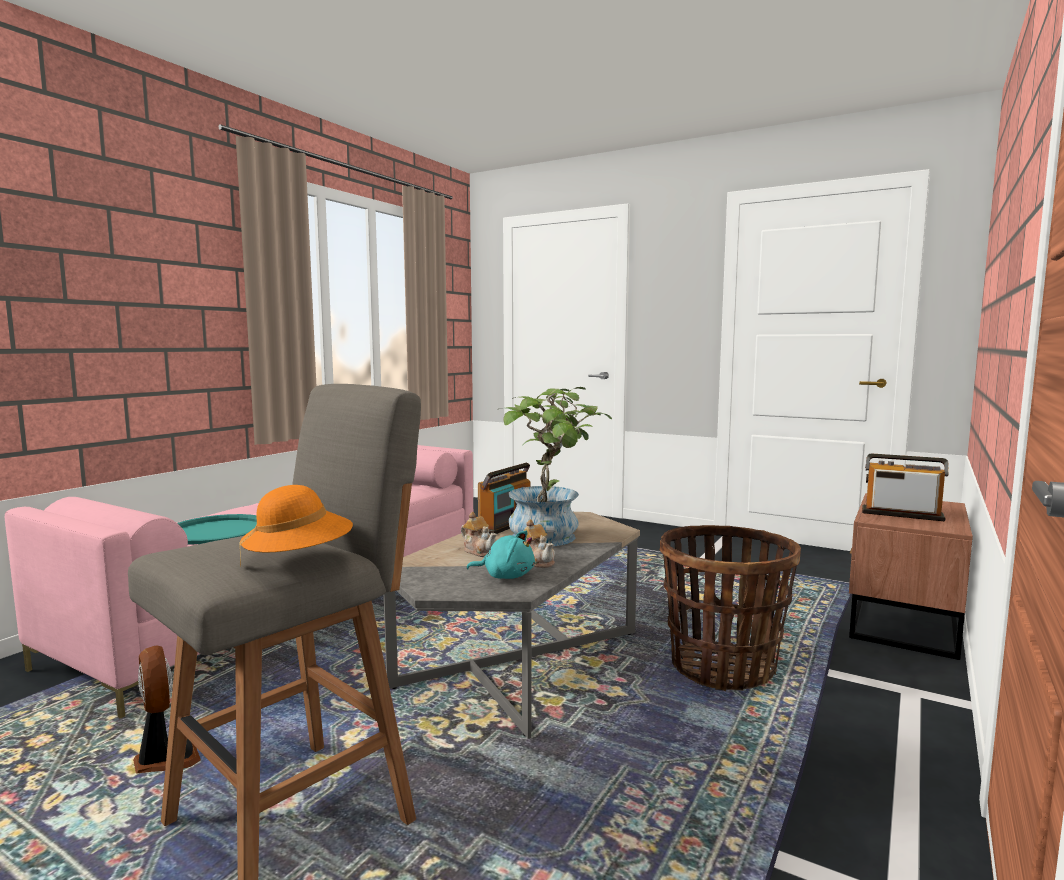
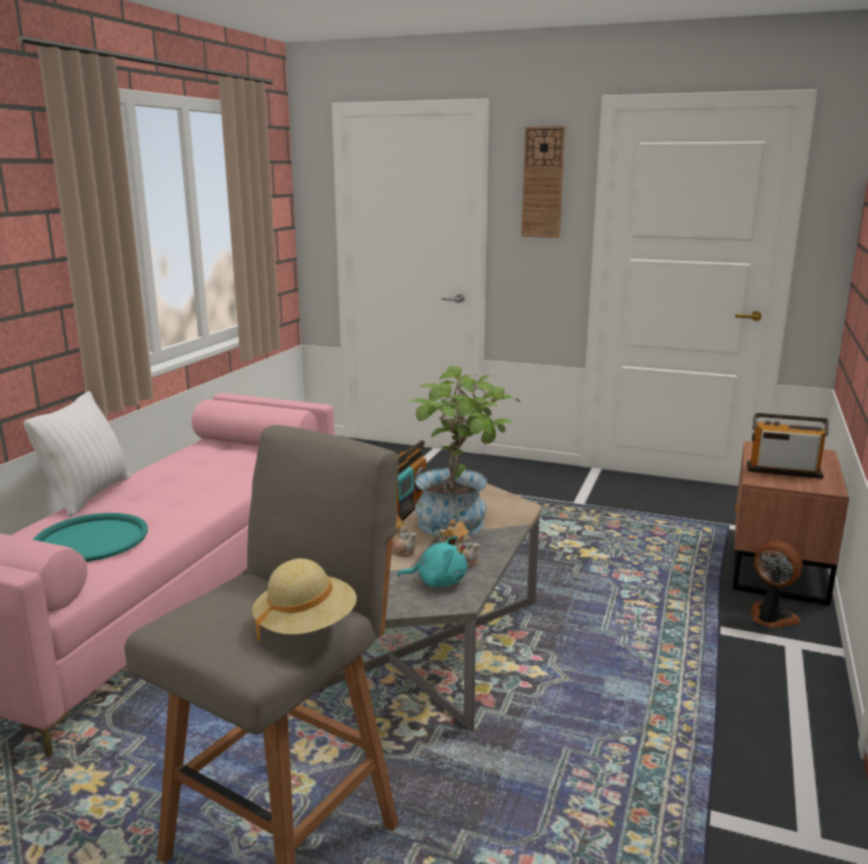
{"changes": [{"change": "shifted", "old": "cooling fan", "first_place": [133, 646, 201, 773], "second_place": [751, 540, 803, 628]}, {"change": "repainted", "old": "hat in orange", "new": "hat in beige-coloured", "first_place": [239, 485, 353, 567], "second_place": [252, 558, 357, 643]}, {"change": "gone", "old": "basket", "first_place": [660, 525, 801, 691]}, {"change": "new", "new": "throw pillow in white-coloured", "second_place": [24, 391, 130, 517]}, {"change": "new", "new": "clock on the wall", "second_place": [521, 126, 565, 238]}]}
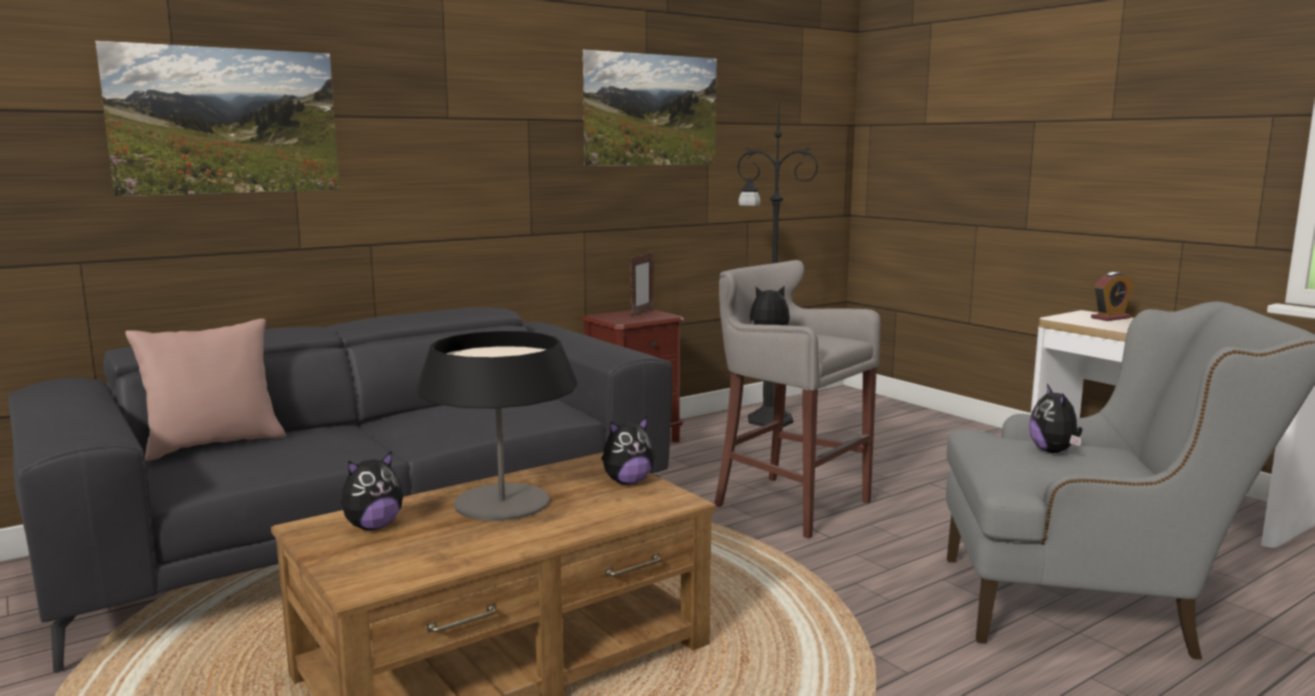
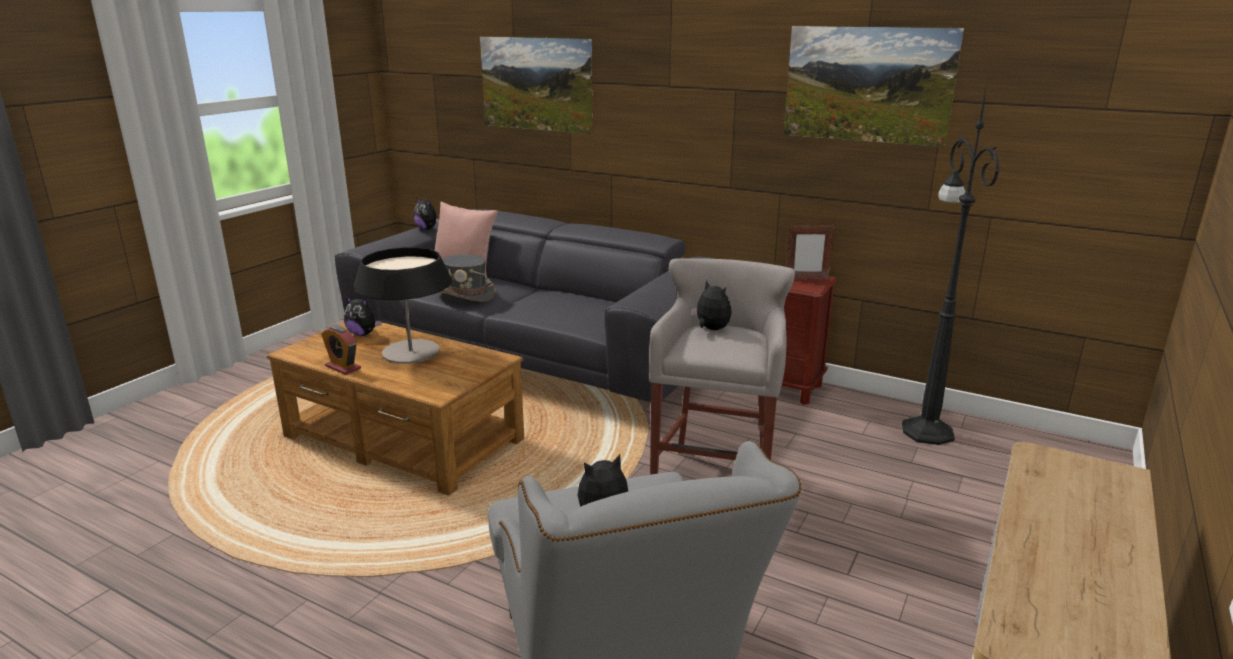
{"changes": [{"change": "shifted", "old": "soft toy", "first_place": [601, 417, 655, 485], "second_place": [413, 198, 439, 230]}, {"change": "shifted", "old": "bedside clock", "first_place": [1091, 272, 1134, 321], "second_place": [321, 325, 361, 375]}, {"change": "new", "new": "hat in grey", "second_place": [440, 254, 495, 302]}]}
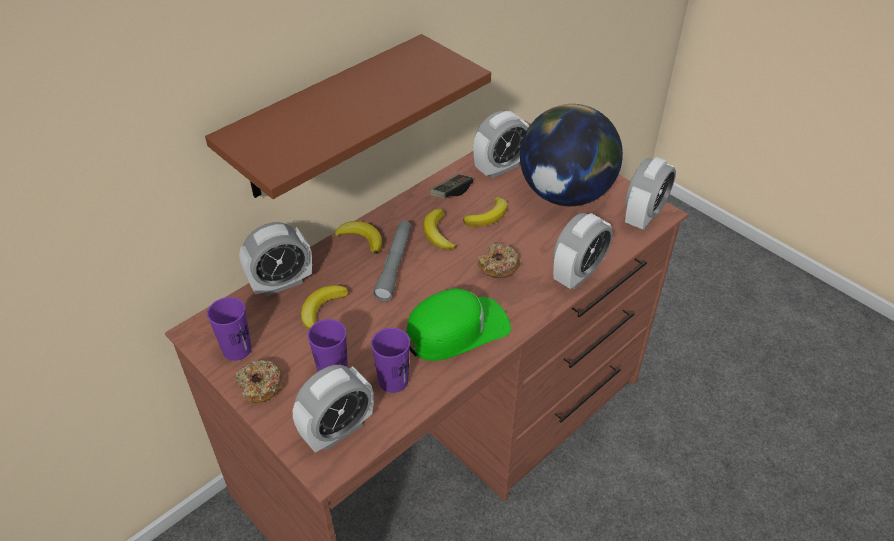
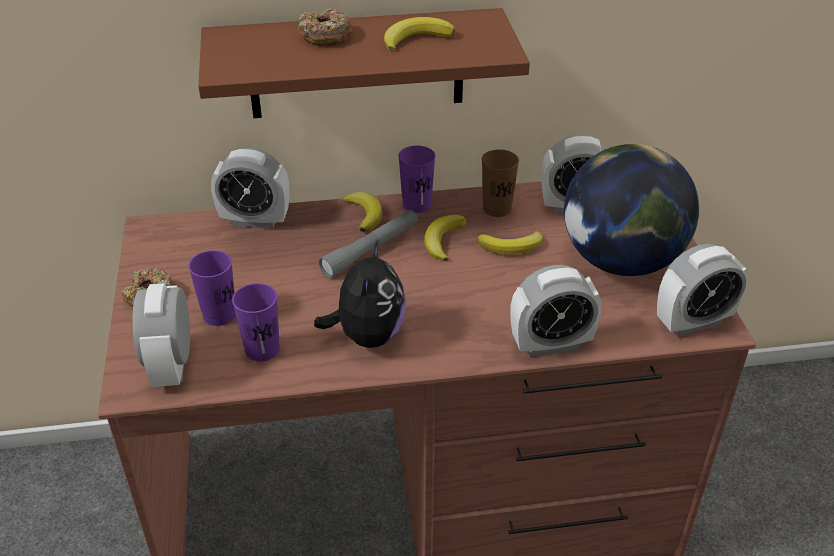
{"changes": [{"change": "shifted", "old": "drinking cup in purple-coloured", "first_place": [207, 297, 252, 361], "second_place": [398, 146, 435, 213]}, {"change": "rotated", "old": "bedside clock", "first_place": [293, 365, 373, 453], "second_place": [133, 283, 190, 387], "degrees": 90}, {"change": "shifted", "old": "banana fruit", "first_place": [301, 285, 349, 329], "second_place": [384, 17, 455, 52]}, {"change": "swapped", "old": "peaked cap in green-coloured", "new": "soft toy", "first_place": [406, 288, 511, 361], "second_place": [314, 240, 405, 348]}, {"change": "swapped", "old": "gamepad", "new": "drinking cup in brownish", "first_place": [430, 174, 473, 198], "second_place": [482, 149, 519, 217]}, {"change": "shifted", "old": "doughnut", "first_place": [477, 243, 520, 278], "second_place": [298, 8, 352, 46]}]}
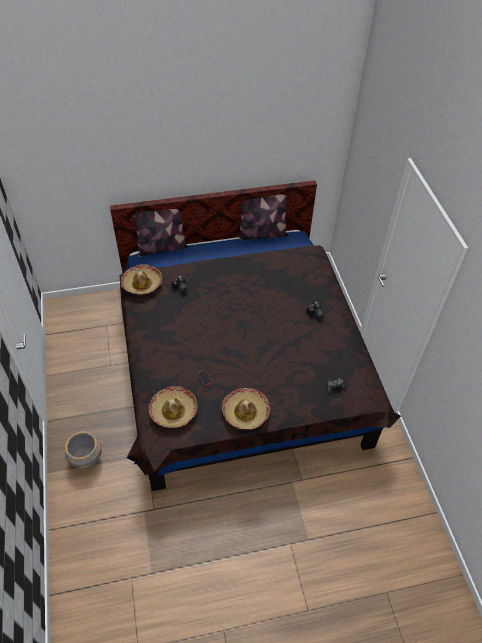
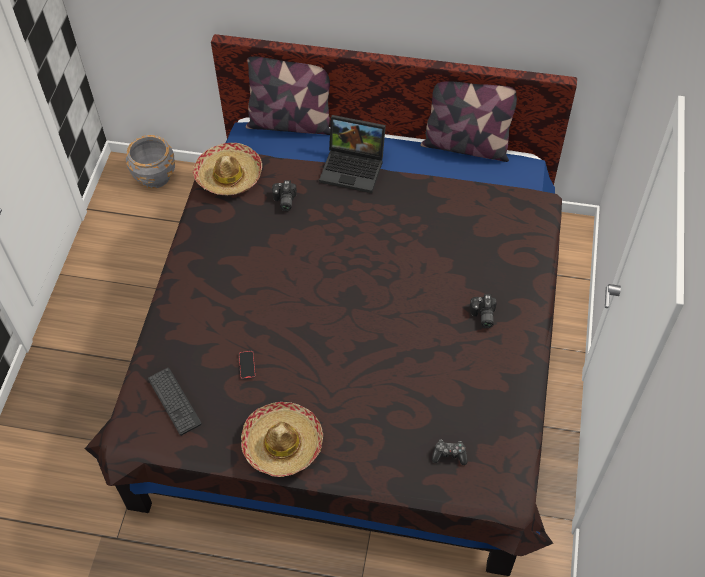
{"changes": [{"change": "shifted", "old": "flower pot in grey", "first_place": [64, 431, 102, 469], "second_place": [126, 135, 175, 188]}, {"change": "swapped", "old": "hat", "new": "keyboard", "first_place": [149, 386, 197, 428], "second_place": [148, 368, 202, 436]}, {"change": "new", "new": "notebook computer", "second_place": [319, 115, 386, 193]}]}
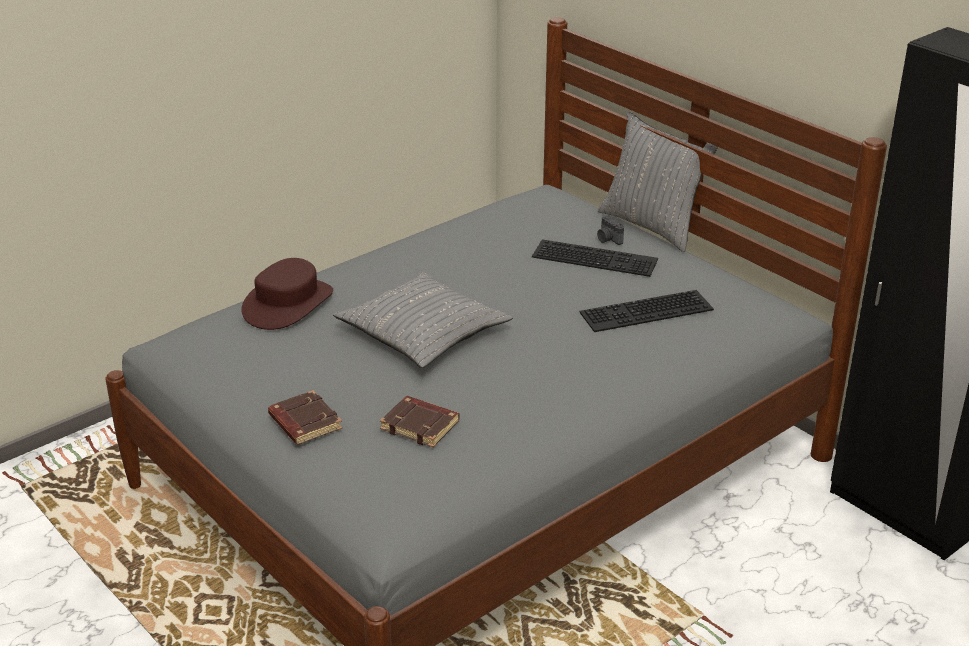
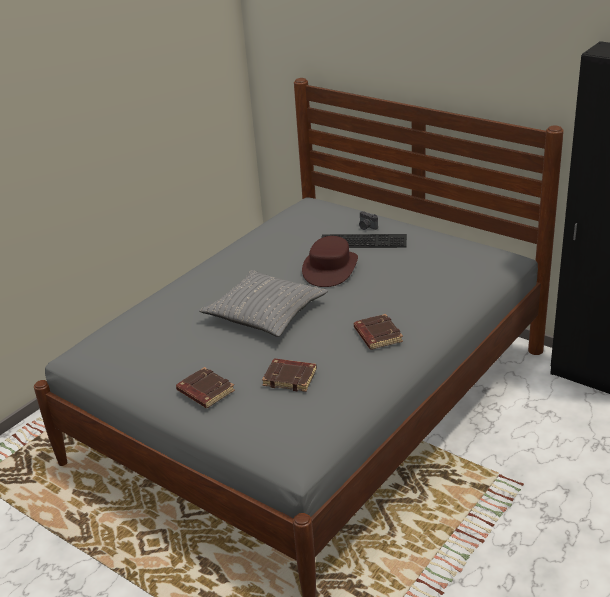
{"changes": [{"change": "shifted", "old": "hat in brownish", "first_place": [241, 258, 333, 330], "second_place": [302, 236, 358, 287]}, {"change": "gone", "old": "keyboard", "first_place": [579, 290, 714, 332]}, {"change": "gone", "old": "throw pillow in grey", "first_place": [598, 112, 718, 252]}, {"change": "new", "new": "book in brownish", "second_place": [354, 314, 403, 350]}]}
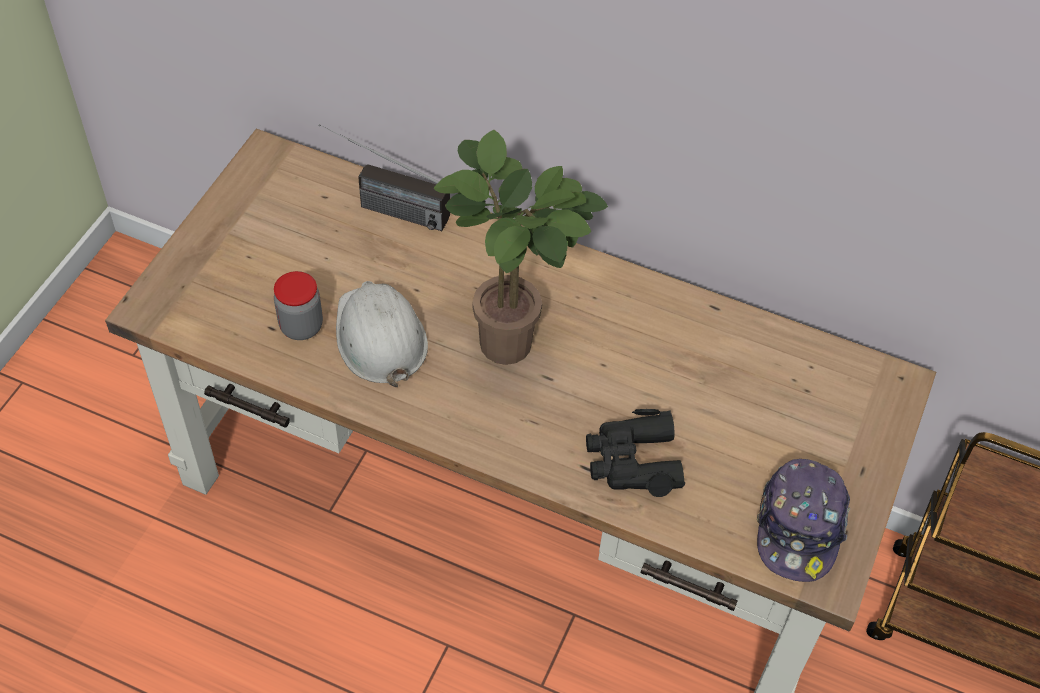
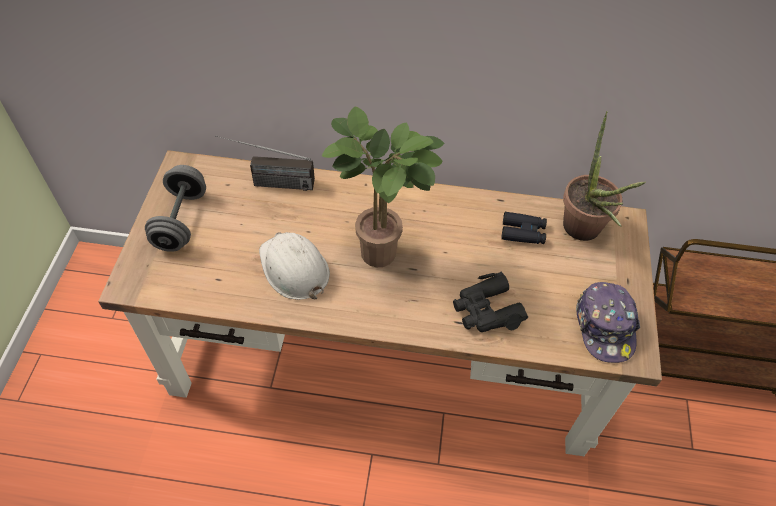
{"changes": [{"change": "gone", "old": "jar", "first_place": [274, 271, 323, 340]}, {"change": "new", "new": "free weight in grey", "second_place": [145, 165, 206, 252]}, {"change": "new", "new": "pair of binoculars in black", "second_place": [501, 212, 547, 244]}, {"change": "new", "new": "potted plant", "second_place": [563, 111, 646, 241]}]}
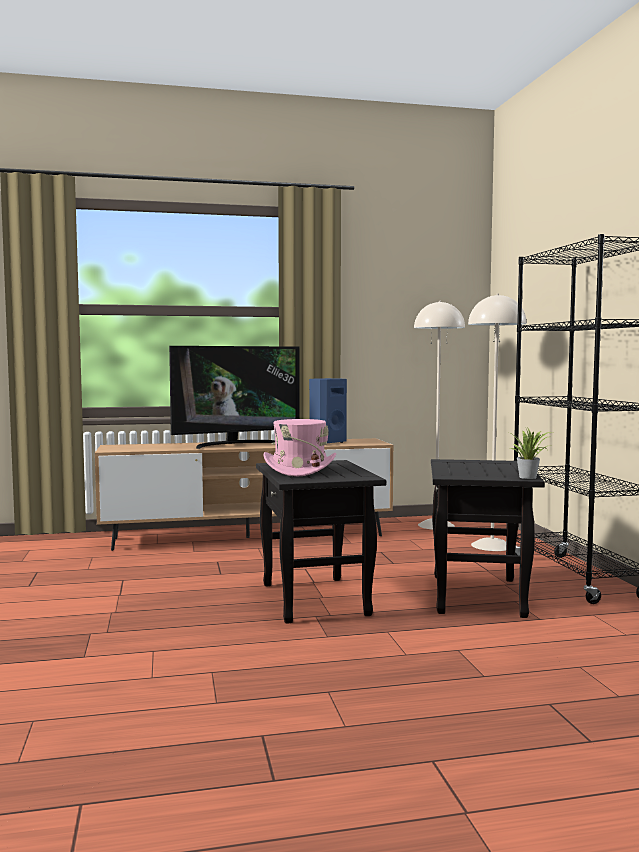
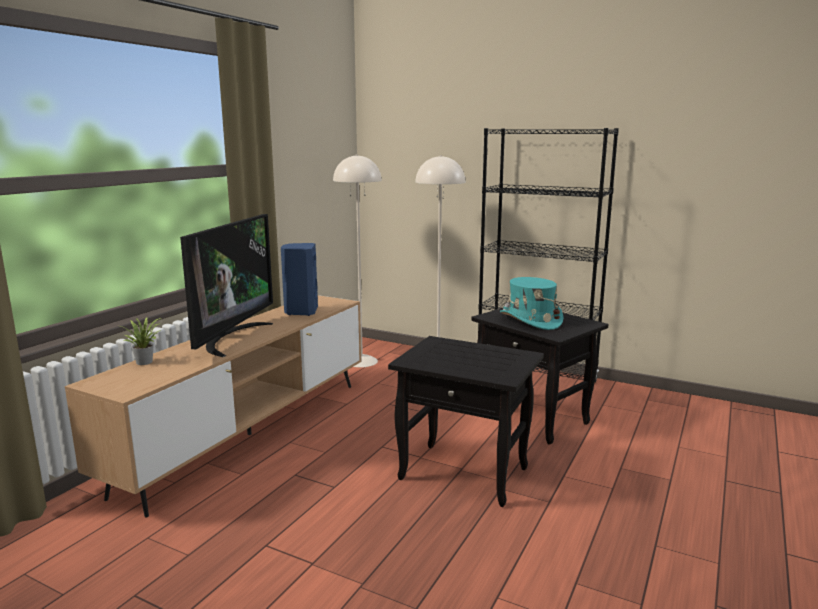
{"changes": [{"change": "gone", "old": "hat in pinkish", "first_place": [263, 419, 336, 477]}, {"change": "shifted", "old": "potted plant", "first_place": [509, 427, 551, 479], "second_place": [121, 318, 161, 365]}, {"change": "new", "new": "hat in blue-green", "second_place": [500, 277, 563, 330]}]}
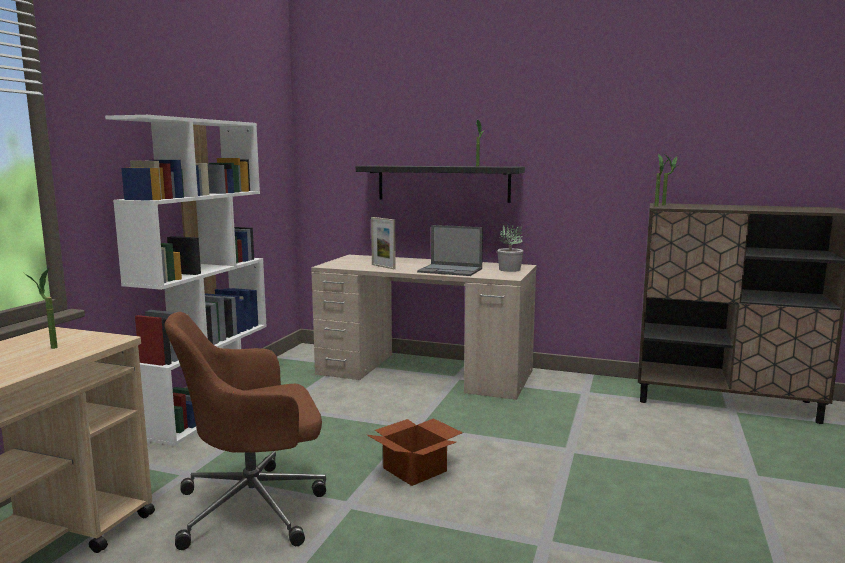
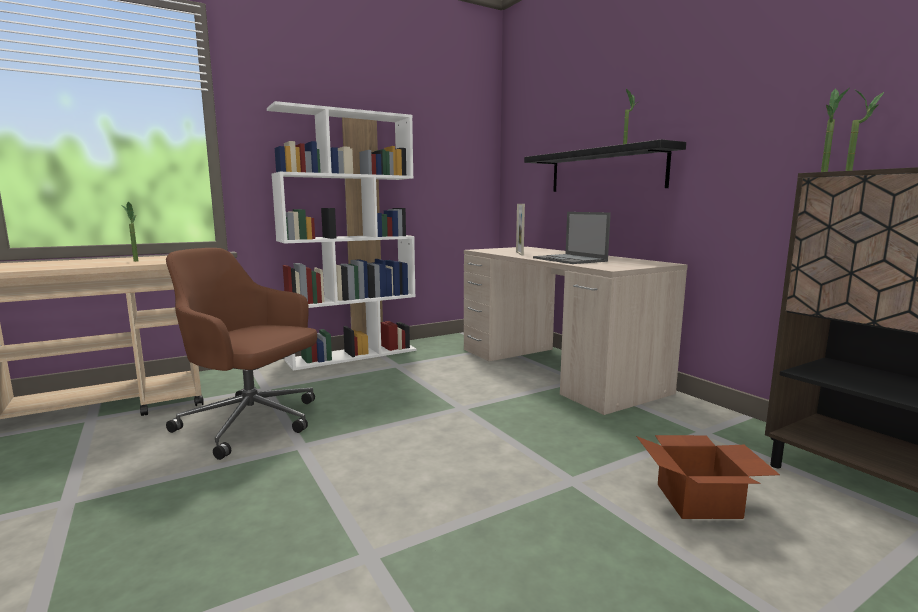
{"changes": [{"change": "shifted", "old": "carton", "first_place": [367, 418, 463, 486], "second_place": [636, 435, 780, 519]}, {"change": "gone", "old": "potted plant", "first_place": [497, 224, 523, 272]}]}
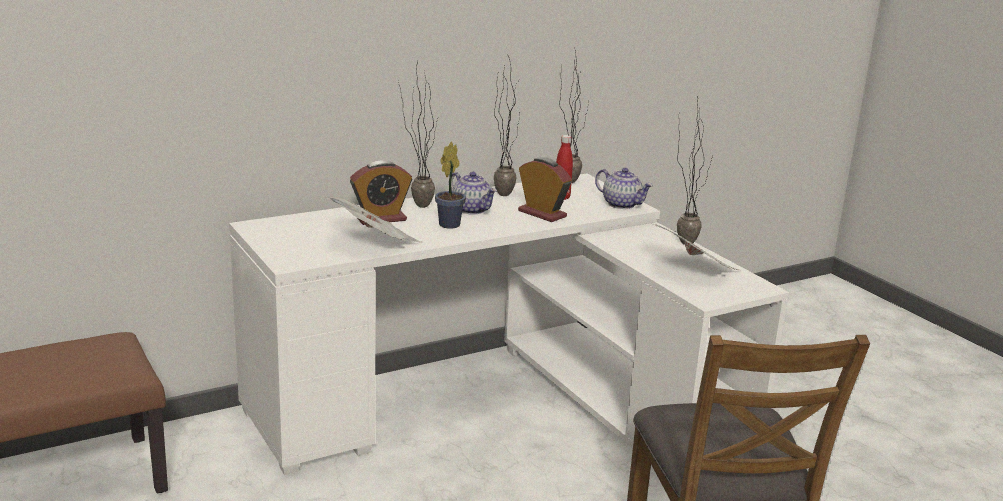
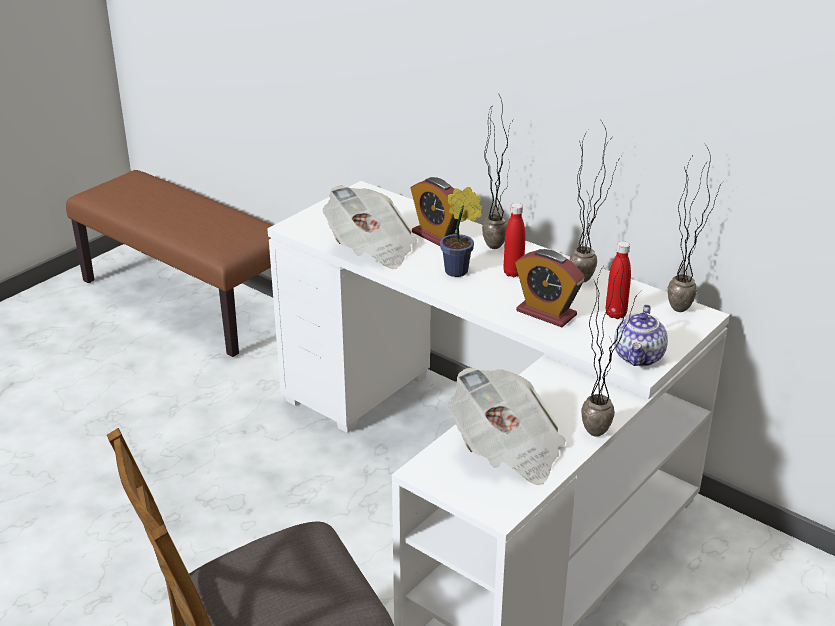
{"changes": [{"change": "swapped", "old": "teapot", "new": "drink bottle in reddish", "first_place": [451, 172, 497, 215], "second_place": [503, 203, 525, 277]}, {"change": "rotated", "old": "bedside clock", "first_place": [518, 157, 572, 222], "second_place": [515, 249, 585, 327], "degrees": 105}]}
